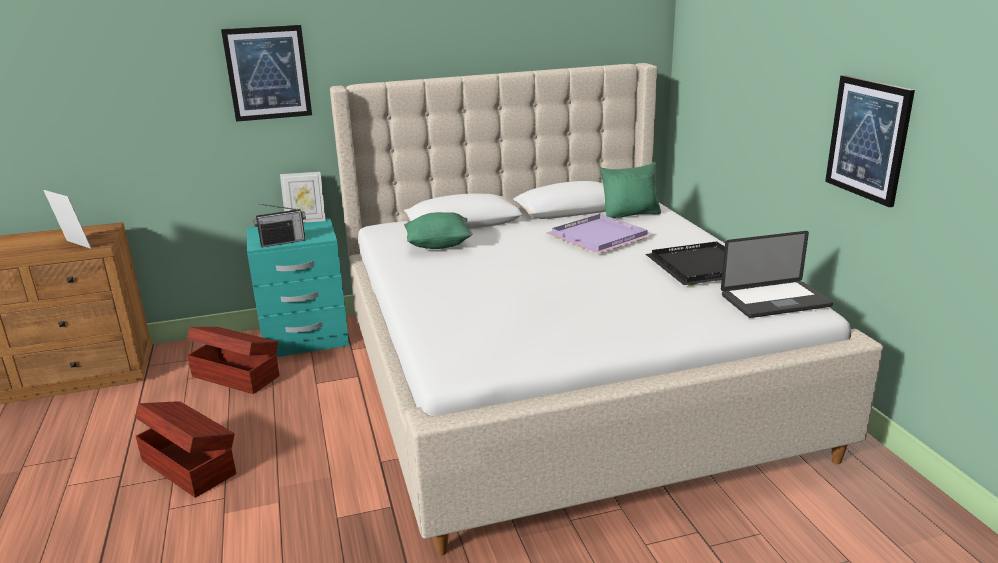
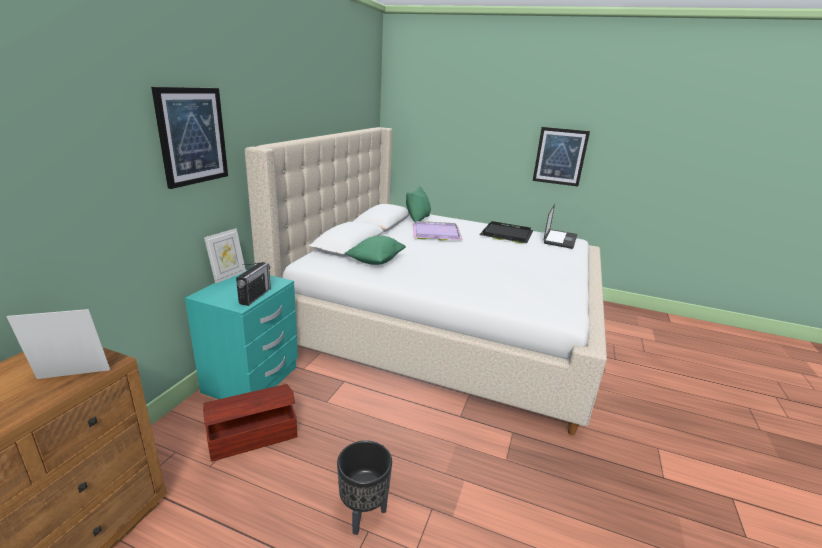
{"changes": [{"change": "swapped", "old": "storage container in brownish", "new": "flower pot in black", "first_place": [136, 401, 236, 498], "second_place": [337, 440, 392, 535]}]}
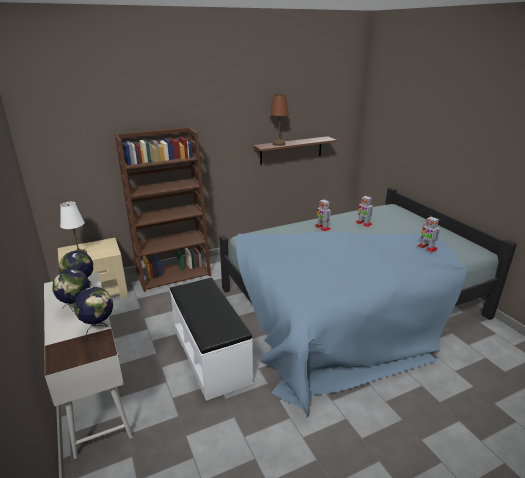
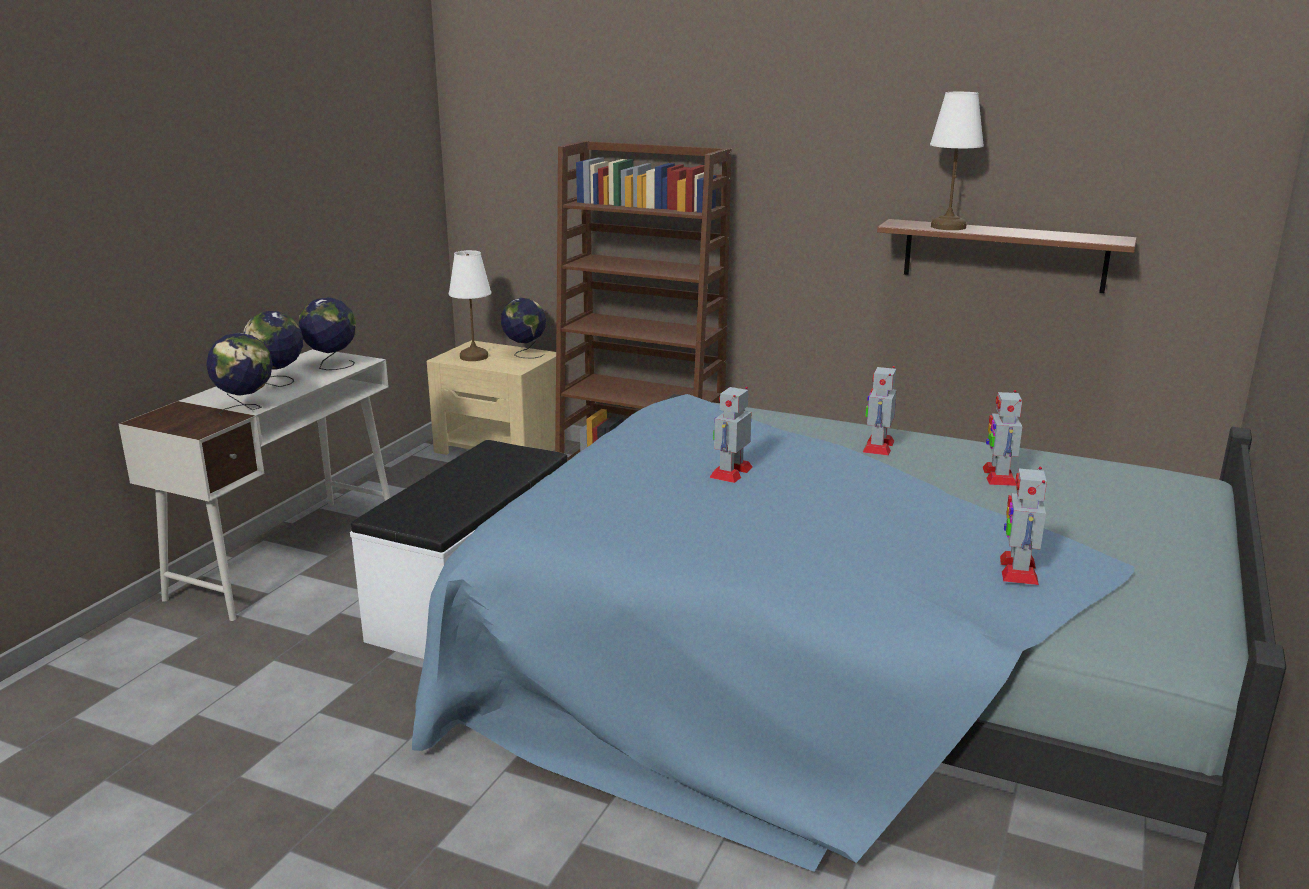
{"changes": [{"change": "repainted", "old": "tabletop lamp in brownish", "new": "tabletop lamp in white-coloured", "first_place": [270, 94, 289, 146], "second_place": [930, 92, 984, 230]}, {"change": "new", "new": "desk globe", "second_place": [501, 298, 546, 358]}, {"change": "new", "new": "model robot", "second_place": [709, 387, 753, 483]}]}
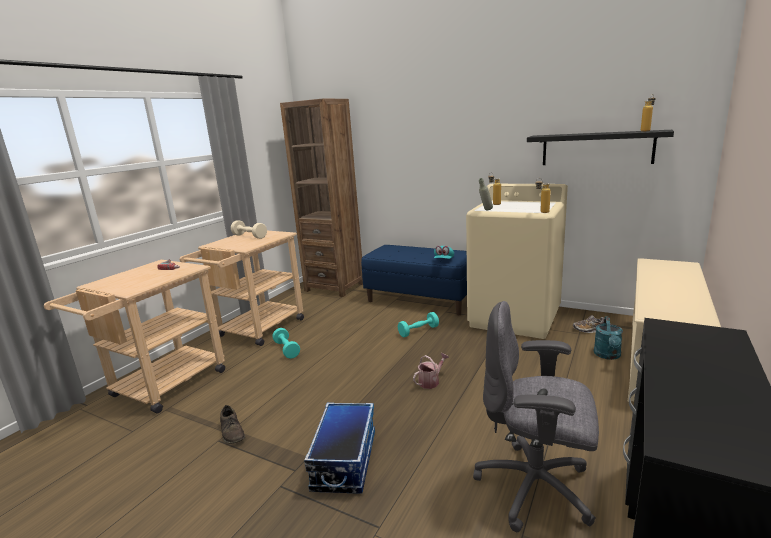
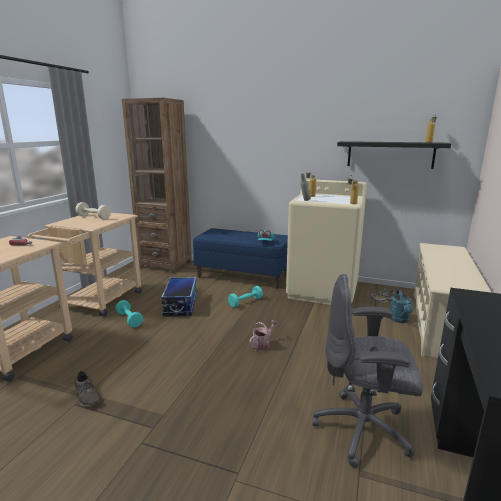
{"changes": [{"change": "shifted", "old": "storage container", "first_place": [304, 403, 375, 494], "second_place": [161, 277, 197, 317]}]}
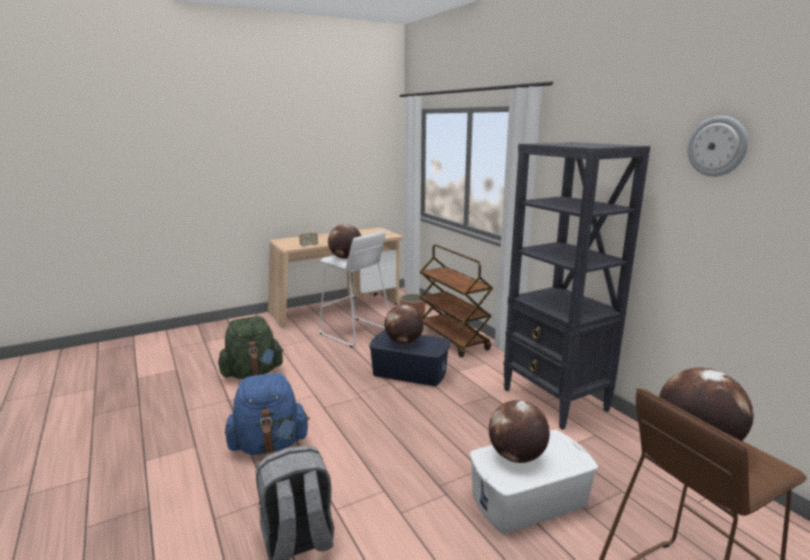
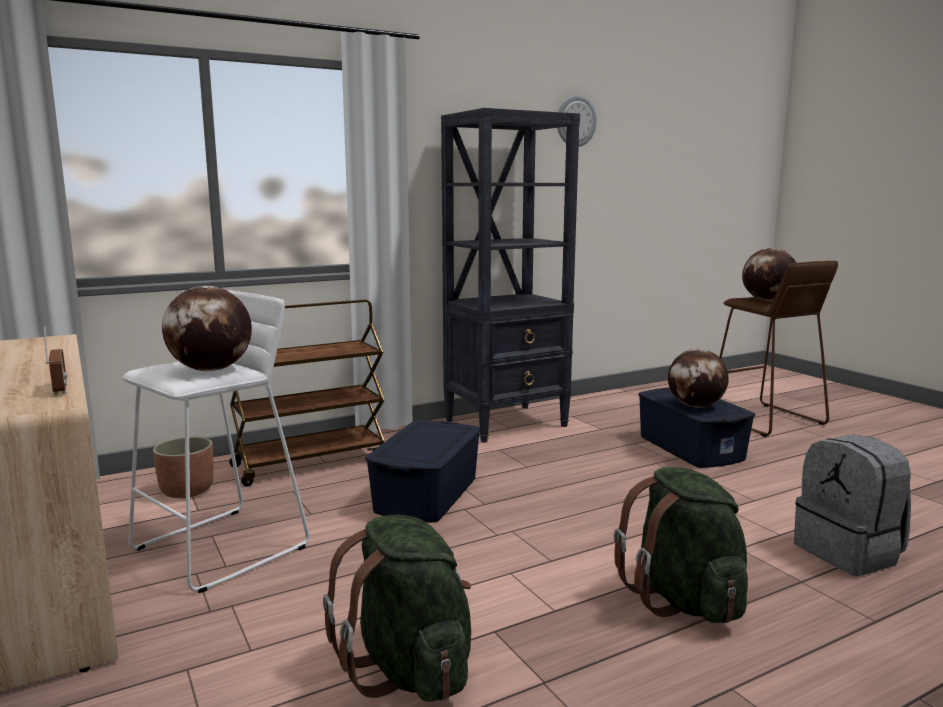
{"changes": [{"change": "repainted", "old": "backpack in blue-coloured", "new": "backpack in green-coloured", "first_place": [225, 373, 310, 455], "second_place": [614, 467, 748, 623]}, {"change": "gone", "old": "desk globe", "first_place": [384, 305, 424, 345]}, {"change": "repainted", "old": "storage container in white-coloured", "new": "storage container in blue-coloured", "first_place": [470, 430, 598, 534], "second_place": [638, 388, 755, 468]}]}
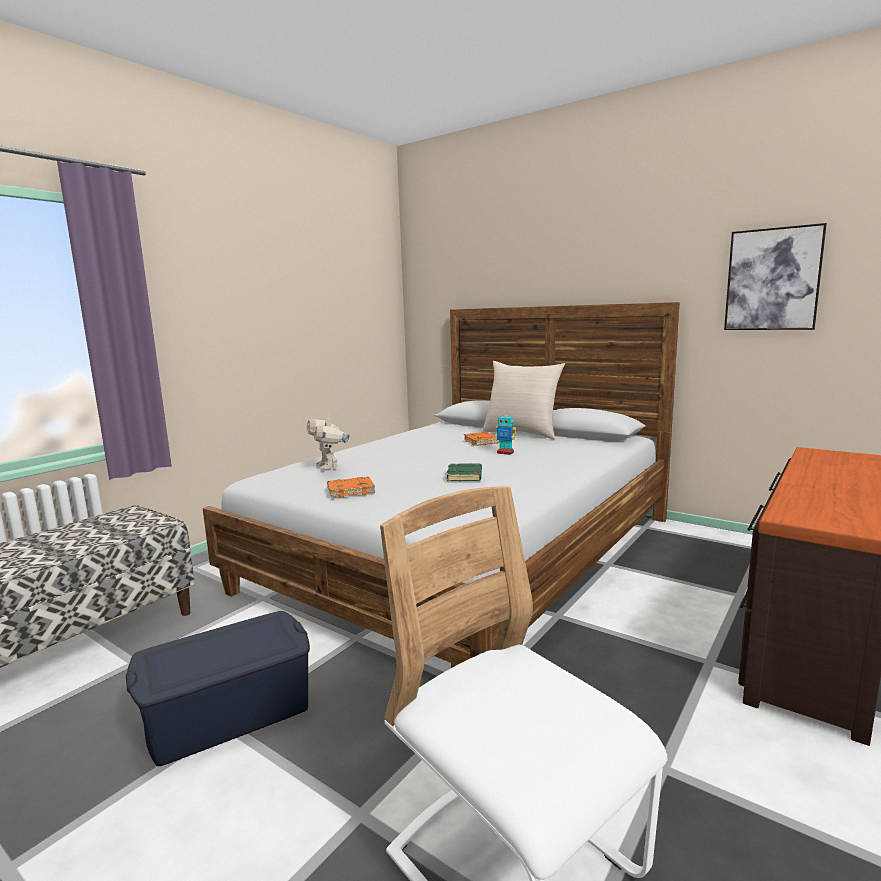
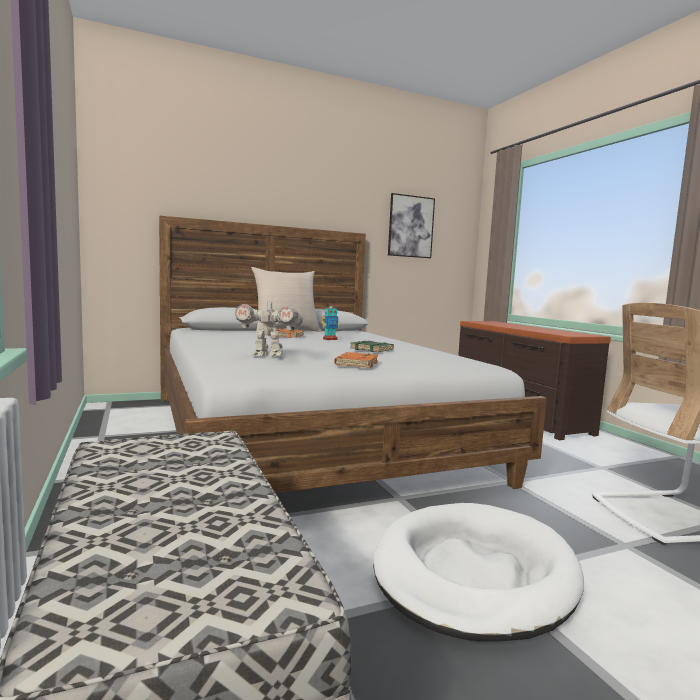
{"changes": [{"change": "swapped", "old": "storage container in blue-coloured", "new": "dog bed in white-coloured", "first_place": [126, 611, 310, 766], "second_place": [373, 503, 584, 641]}]}
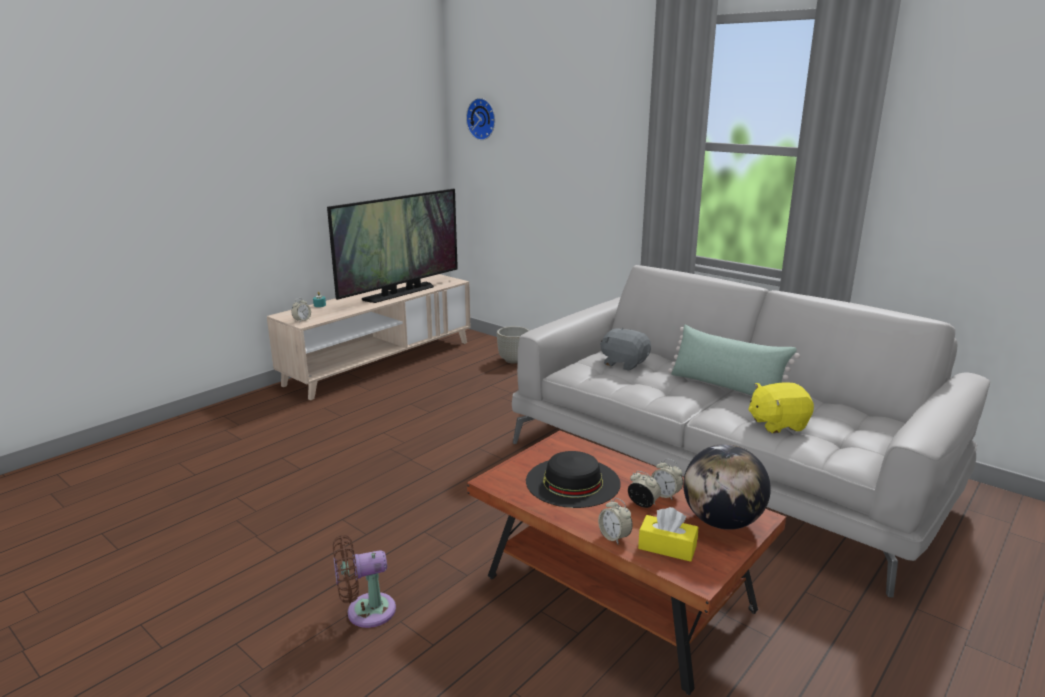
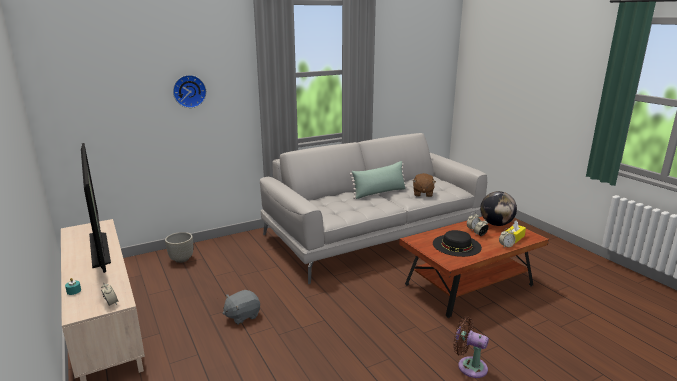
{"changes": [{"change": "rotated", "old": "cooling fan in brownish", "first_place": [333, 535, 396, 628], "second_place": [453, 317, 489, 378], "degrees": 120}, {"change": "shifted", "old": "clock on the wall", "first_place": [466, 98, 495, 140], "second_place": [173, 75, 206, 108]}, {"change": "shifted", "old": "soft toy in grey", "first_place": [600, 328, 651, 371], "second_place": [222, 290, 260, 325]}, {"change": "repainted", "old": "soft toy in yellowish", "new": "soft toy in brownish", "first_place": [748, 383, 814, 433], "second_place": [413, 173, 436, 197]}]}
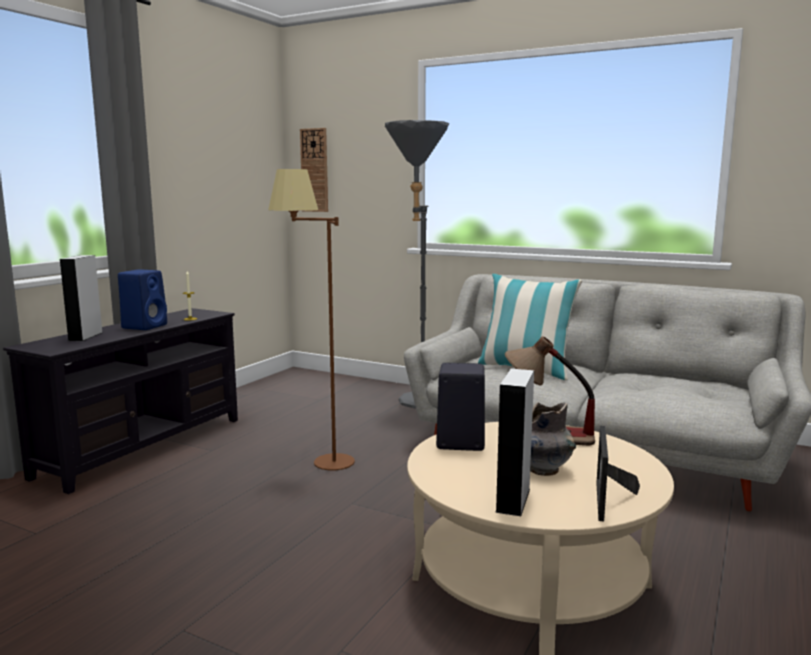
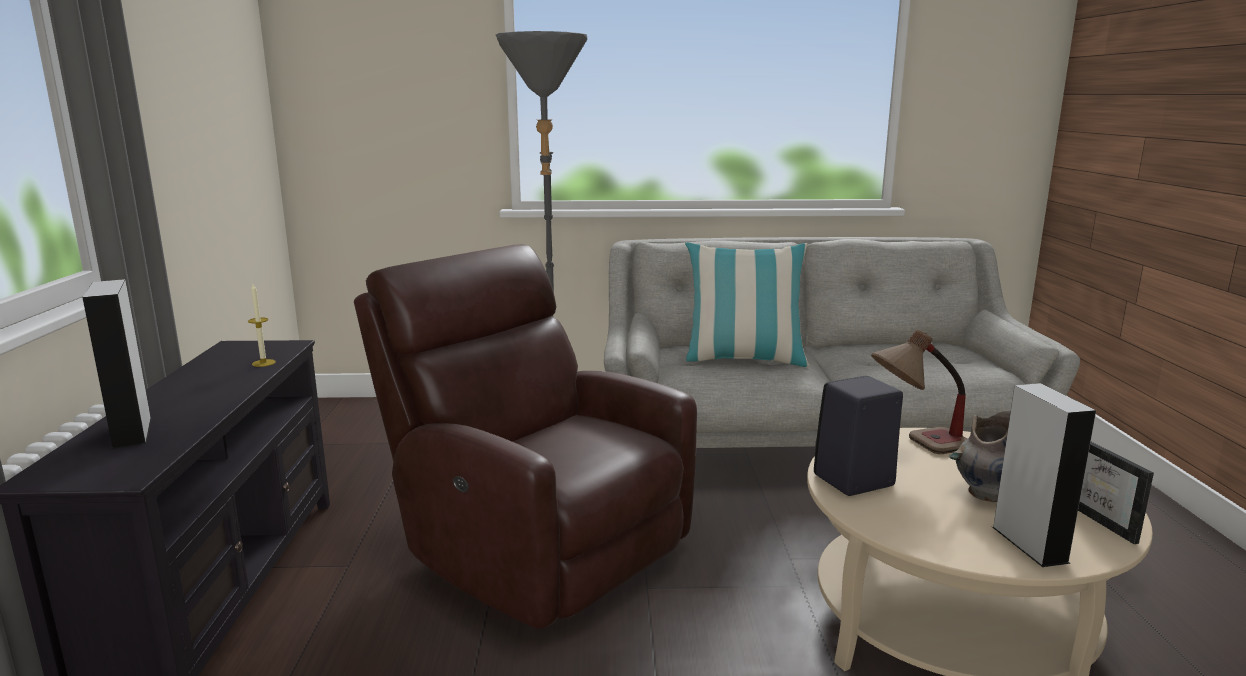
{"changes": [{"change": "gone", "old": "audio speaker in blue-coloured", "first_place": [118, 269, 167, 330]}, {"change": "swapped", "old": "standard lamp in brownish", "new": "easy chair in brownish", "first_place": [268, 169, 355, 470], "second_place": [354, 244, 697, 629]}, {"change": "gone", "old": "clock on the wall", "first_place": [300, 128, 328, 212]}]}
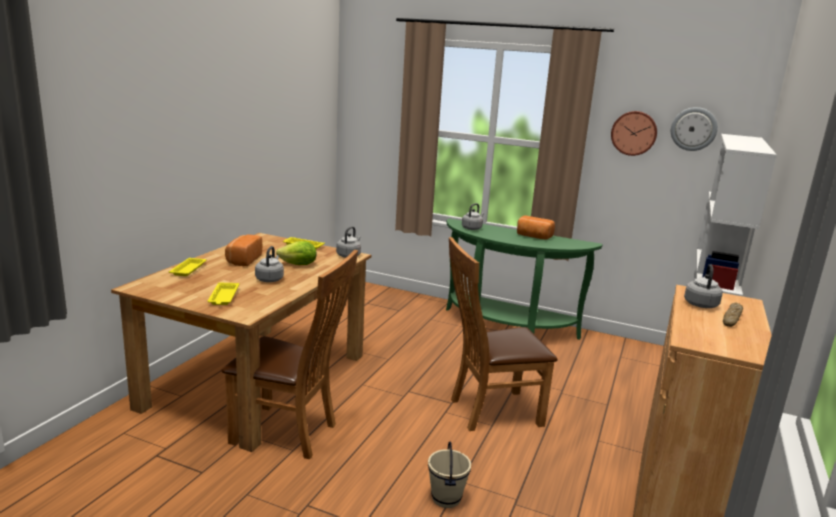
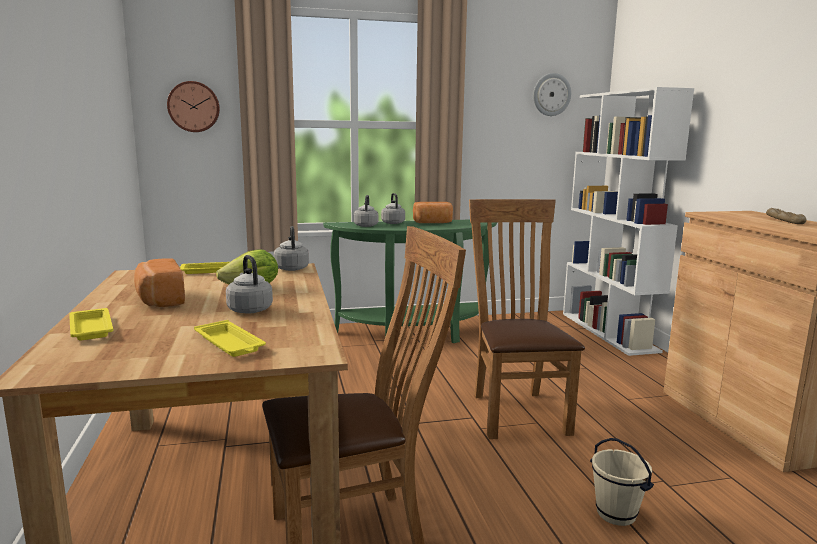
{"changes": [{"change": "rotated", "old": "upright chair in brownish", "first_place": [449, 237, 558, 431], "second_place": [469, 199, 585, 439], "degrees": 135}, {"change": "shifted", "old": "clock on the wall", "first_place": [611, 111, 657, 156], "second_place": [167, 81, 220, 132]}, {"change": "shifted", "old": "kettle in grey", "first_place": [684, 264, 723, 308], "second_place": [381, 193, 405, 224]}]}
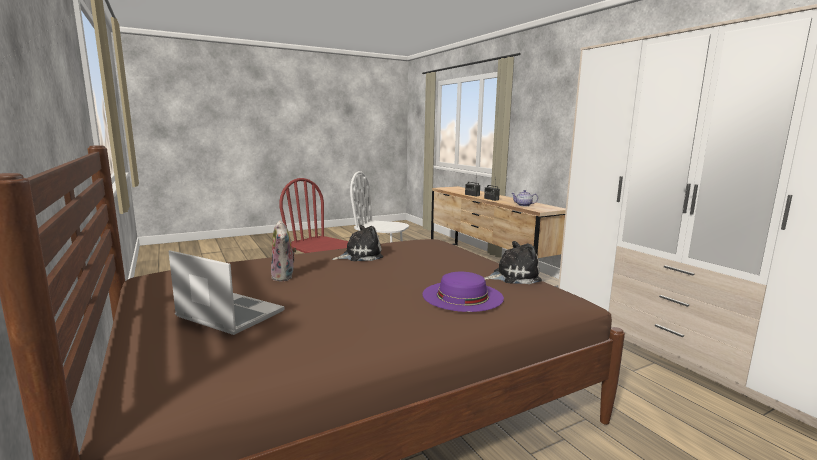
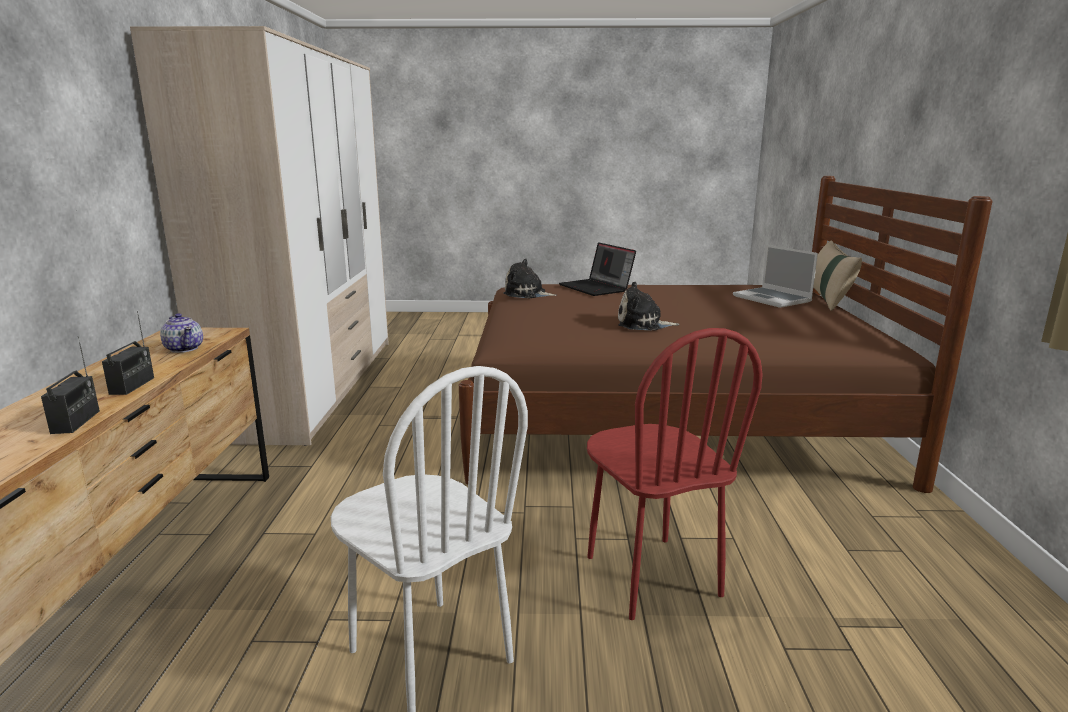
{"changes": [{"change": "gone", "old": "soft toy", "first_place": [271, 220, 297, 281]}, {"change": "swapped", "old": "hat in purple-coloured", "new": "notebook computer", "first_place": [422, 272, 504, 312], "second_place": [559, 242, 636, 296]}, {"change": "new", "new": "throw pillow in beige-coloured", "second_place": [813, 240, 862, 311]}]}
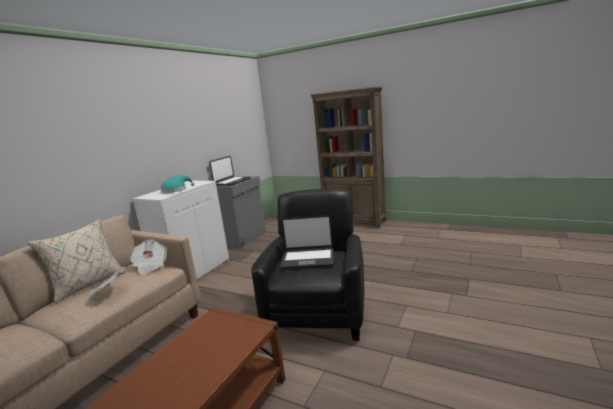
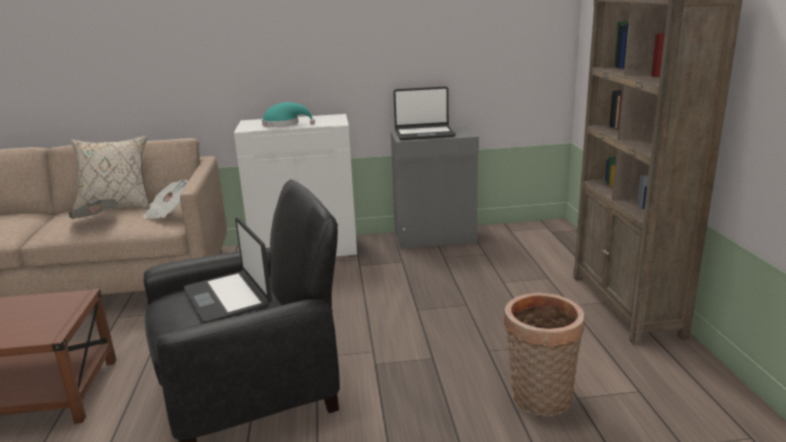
{"changes": [{"change": "new", "new": "basket", "second_place": [504, 293, 584, 417]}]}
